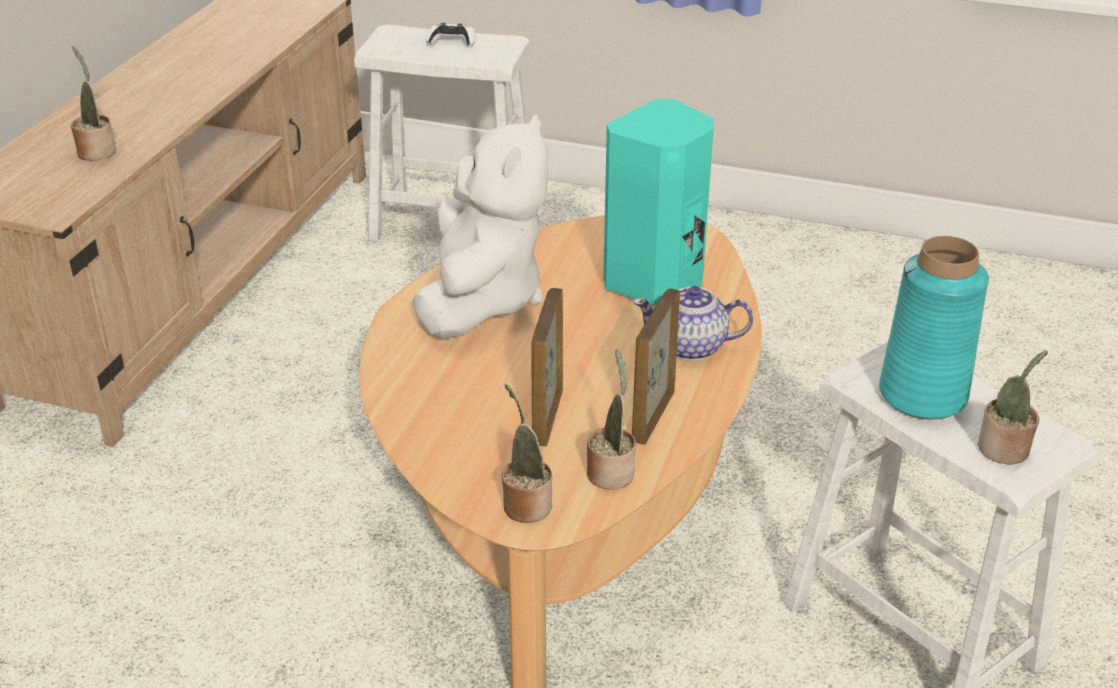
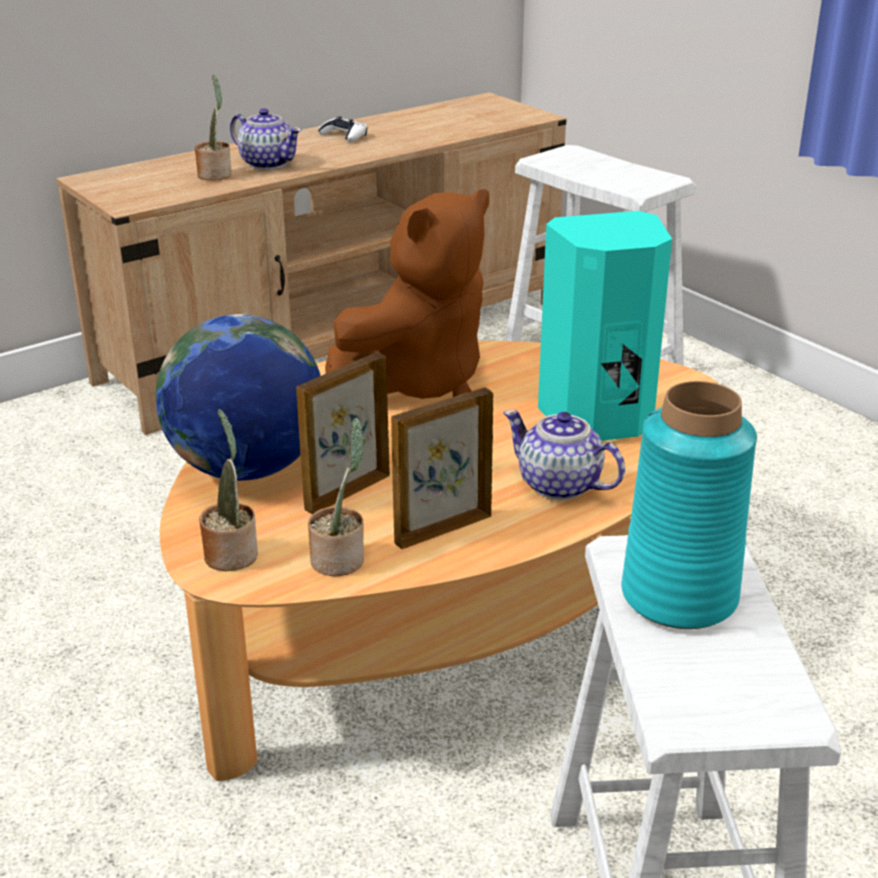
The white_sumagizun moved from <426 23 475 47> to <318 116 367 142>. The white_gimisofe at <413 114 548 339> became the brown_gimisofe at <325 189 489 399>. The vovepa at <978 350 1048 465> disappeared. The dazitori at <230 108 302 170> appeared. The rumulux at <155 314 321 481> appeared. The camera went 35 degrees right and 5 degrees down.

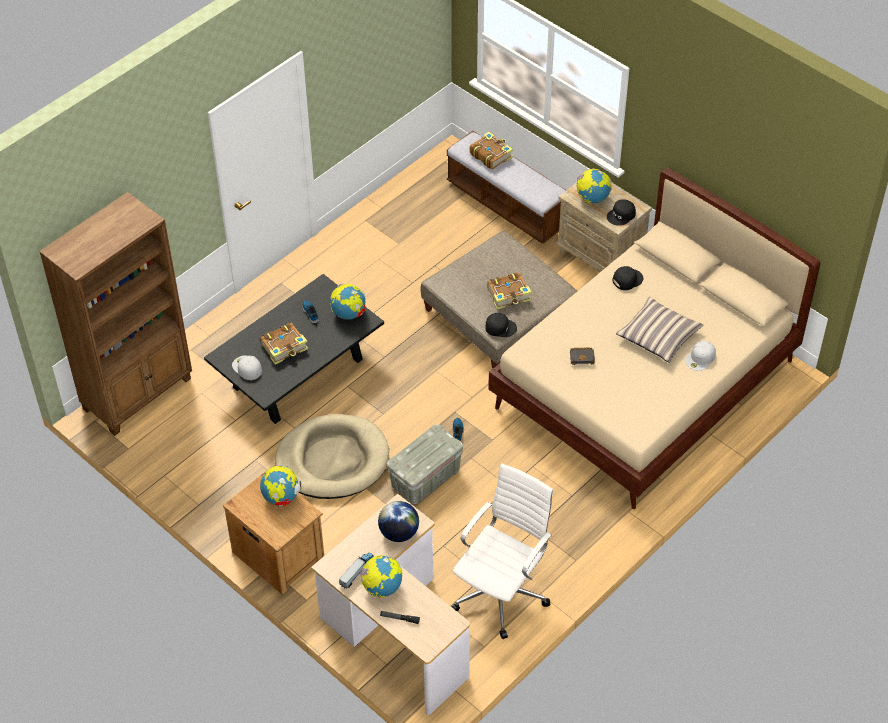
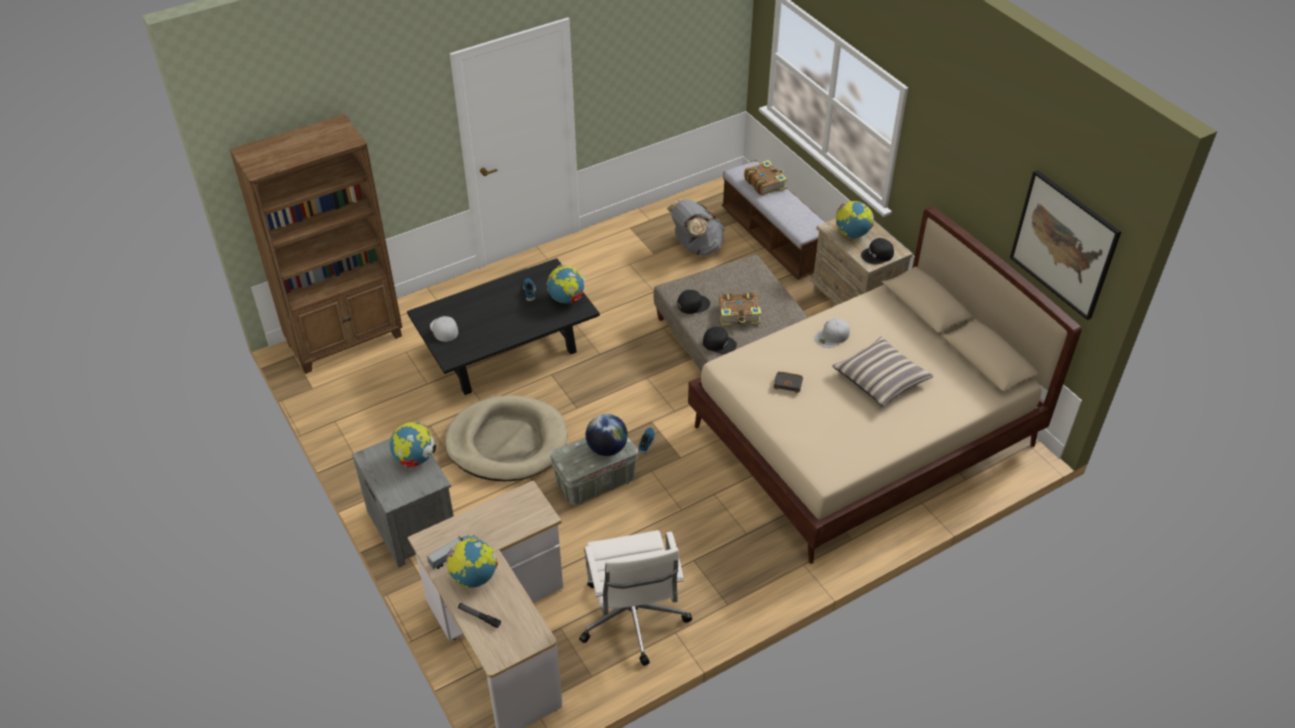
The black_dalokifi moved from <612 266 643 290> to <677 290 710 314>. The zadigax at <260 323 308 365> disappeared. The white_dalokifi moved from <685 341 716 371> to <814 318 850 348>. The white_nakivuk at <451 464 553 639> turned 120 degrees clockwise. The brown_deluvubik at <223 471 324 595> became the grey_deluvubik at <352 438 454 567>. The rumulux moved from <378 501 419 542> to <586 414 628 456>. The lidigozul at <1010 170 1122 320> appeared. The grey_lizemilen at <667 199 725 256> appeared. The camera went 15 degrees right and 5 degrees down.

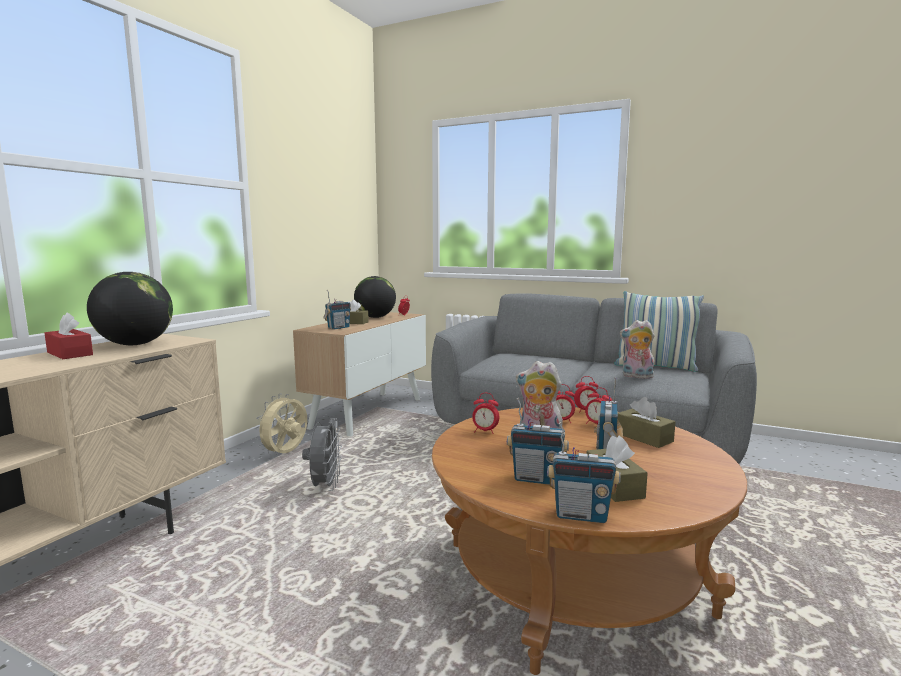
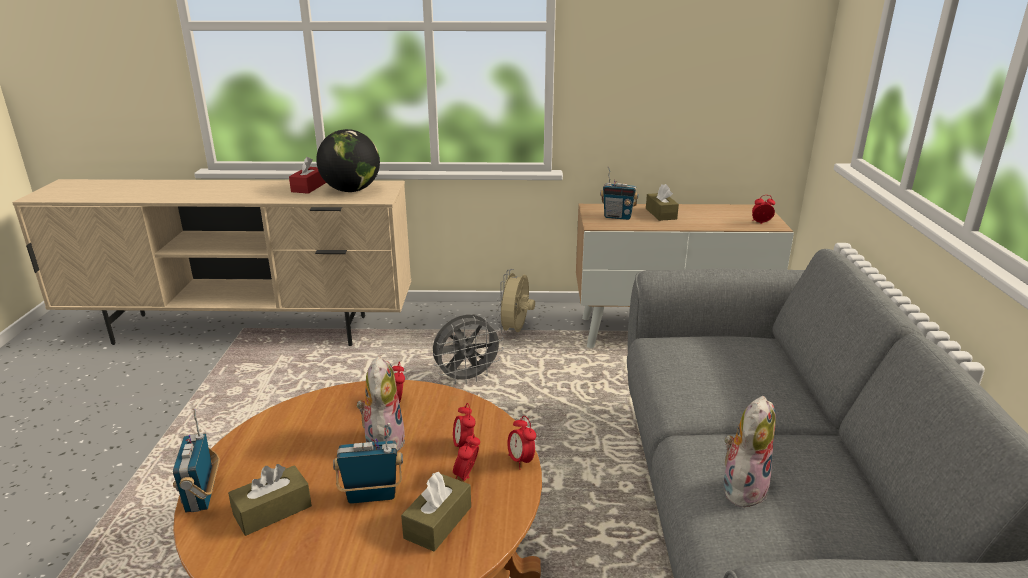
The rumulux at <354 276 396 318> disappeared. The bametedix at <614 291 704 371> disappeared. The gimisofe at <620 320 655 379> turned 45 degrees clockwise. The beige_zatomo at <254 394 307 455> turned 75 degrees counterclockwise. The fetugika at <507 398 569 485> disappeared. The camera went 65 degrees right and 15 degrees up.

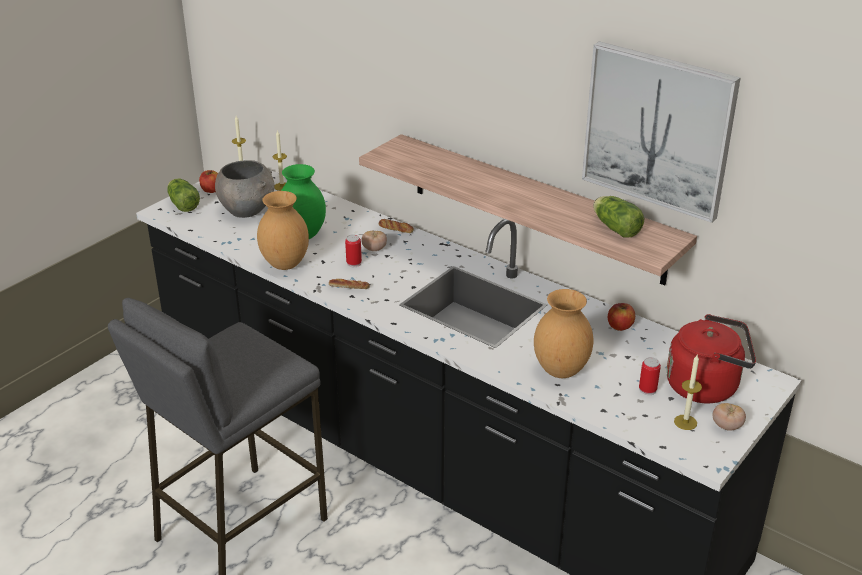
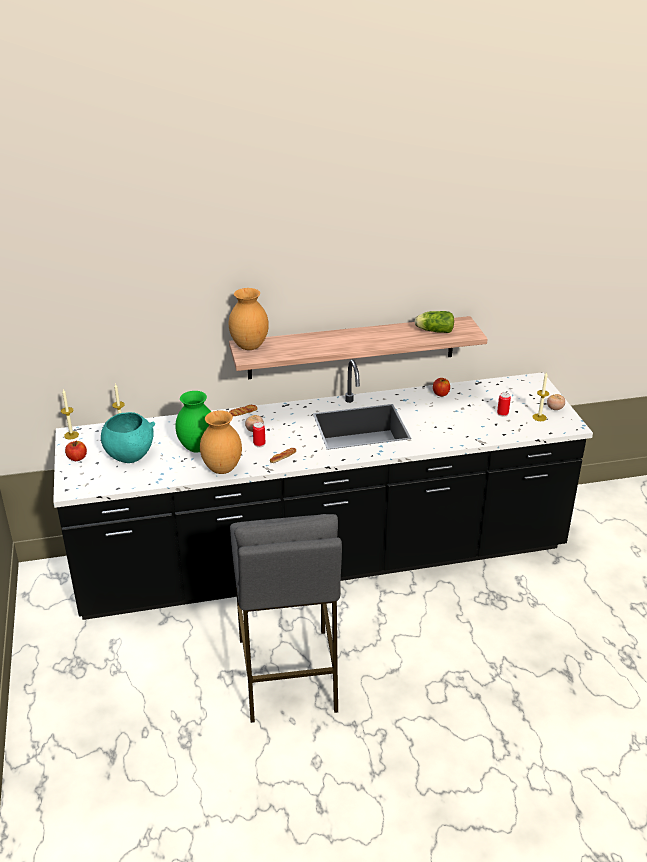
The lidigozul at <582 41 741 223> disappeared. The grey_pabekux at <215 160 275 218> became the turquoise_pabekux at <101 412 155 463>. The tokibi at <167 178 200 212> disappeared. The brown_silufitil moved from <534 289 593 378> to <229 288 269 350>. The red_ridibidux at <666 314 756 404> disappeared. The camera went 50 degrees left and 0 degrees up.

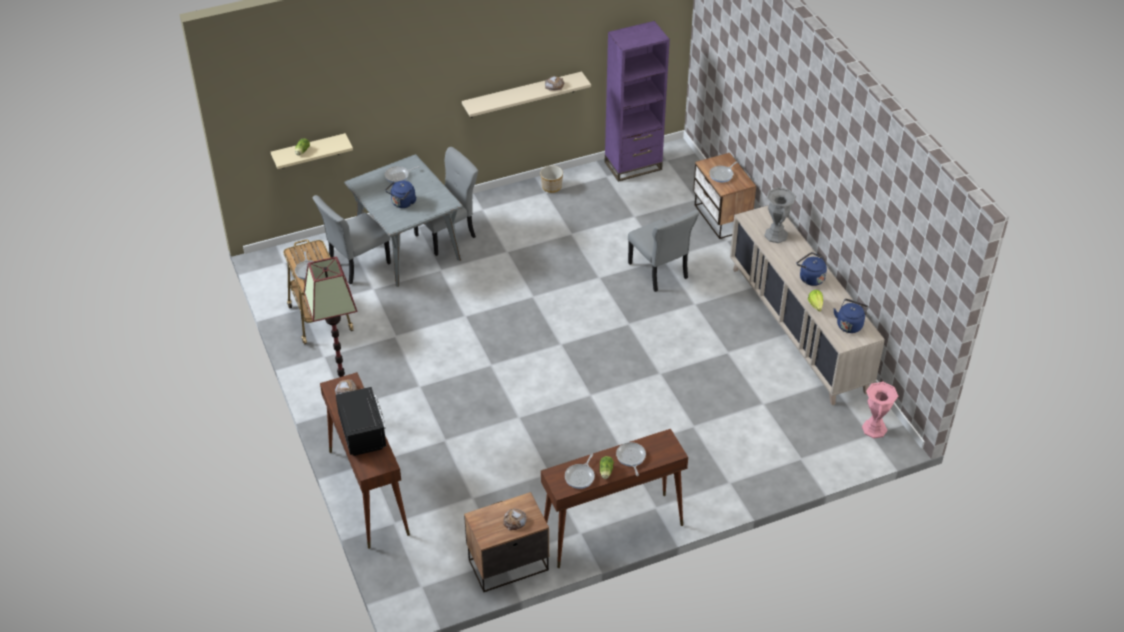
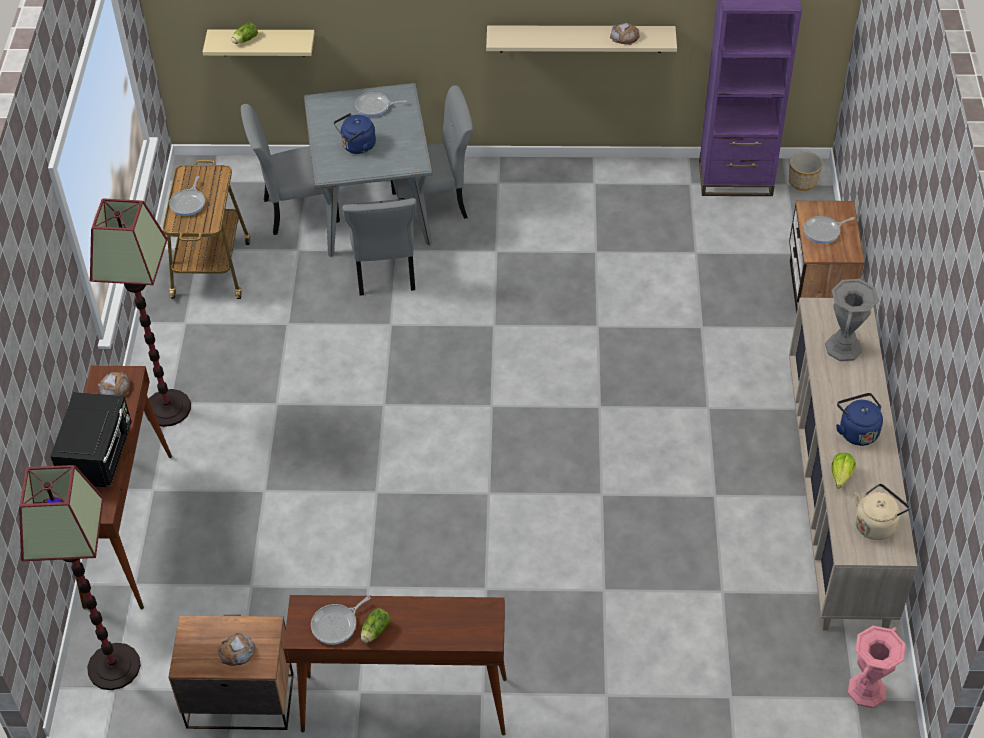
The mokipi moved from <540 166 563 193> to <789 151 823 191>. The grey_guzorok moved from <628 210 699 292> to <342 198 417 296>. The blue_ridibidux at <834 299 869 333> became the beige_ridibidux at <855 483 910 540>. The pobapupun at <616 442 646 476> disappeared. The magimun at <19 465 141 690> appeared. The camera went 25 degrees right and 5 degrees up.

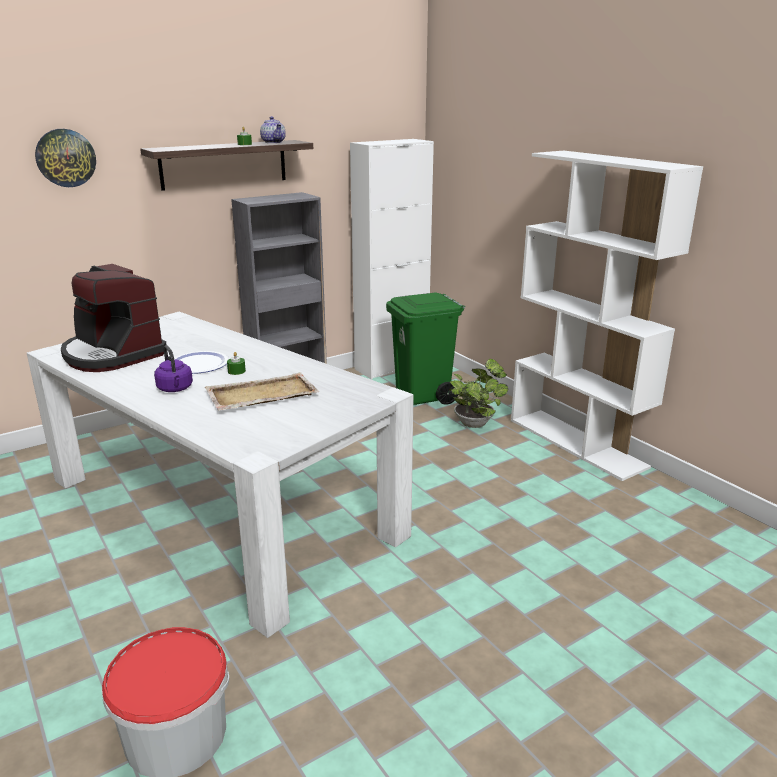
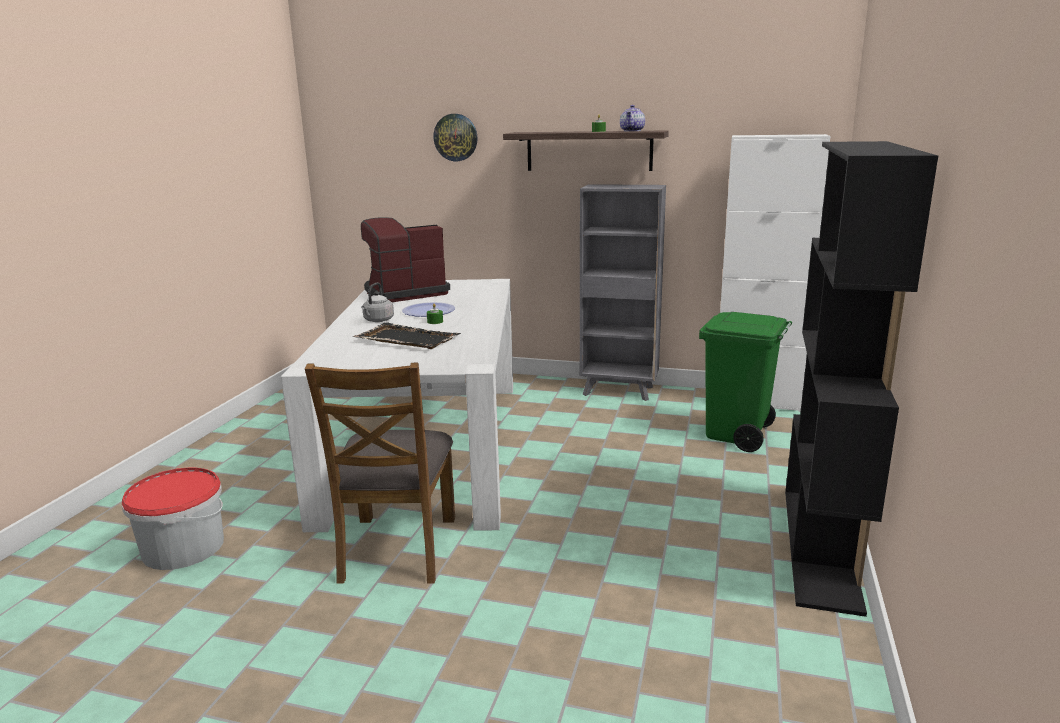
The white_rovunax at <511 151 703 481> became the black_rovunax at <785 141 938 617>. The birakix at <61 264 167 372> turned 60 degrees clockwise. The purple_ridibidux at <154 345 193 392> became the grey_ridibidux at <361 282 394 322>. The vovepa at <449 359 508 428> disappeared. The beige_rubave at <205 372 319 410> became the black_rubave at <353 322 461 349>. The brown_guzorok at <305 363 455 584> appeared. The camera went 50 degrees right and 5 degrees down.

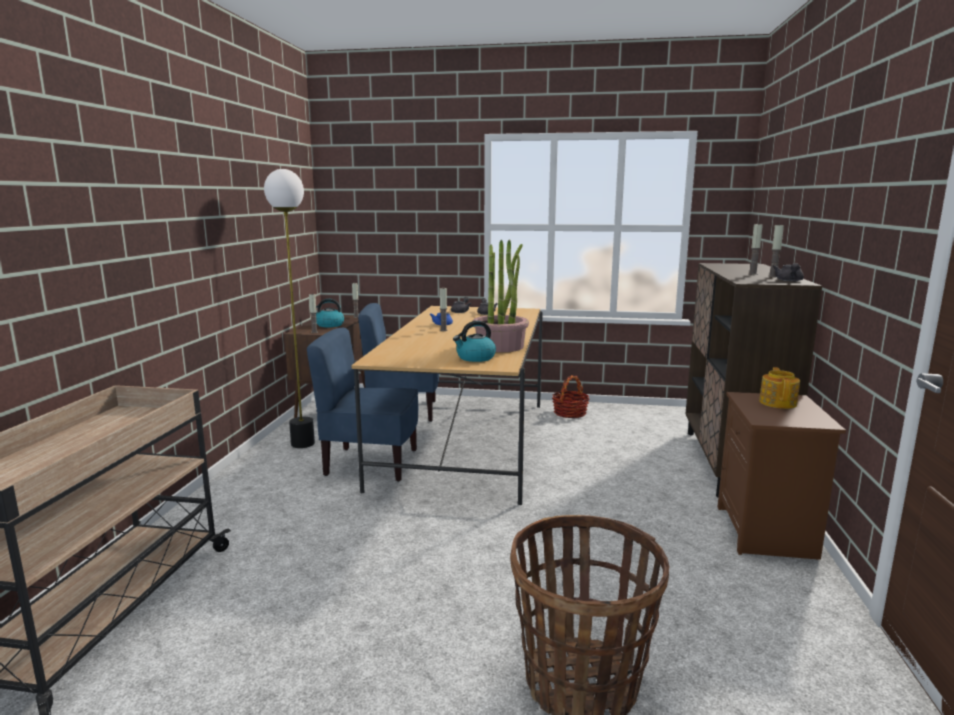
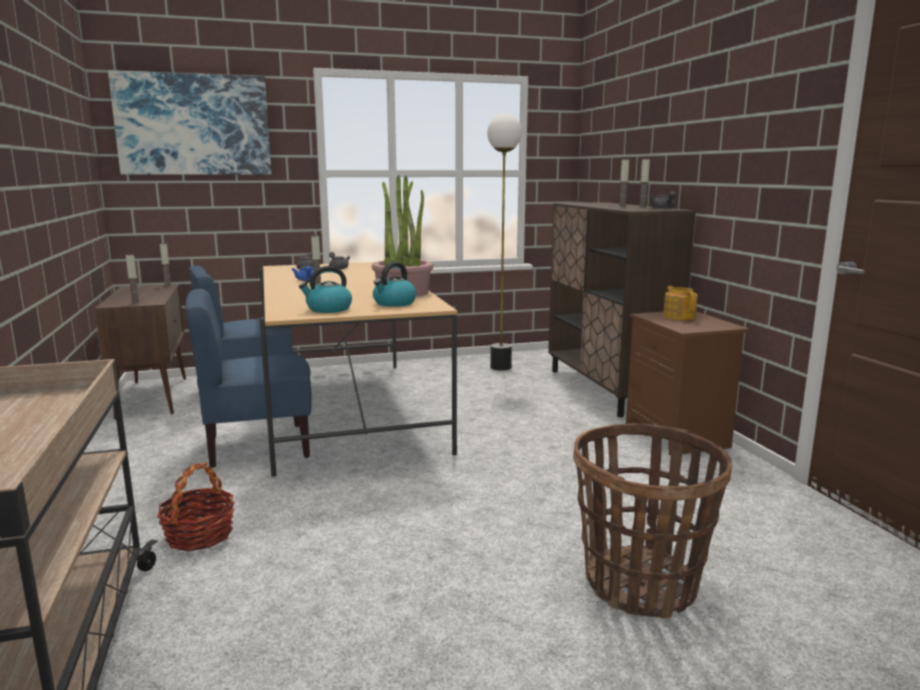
The magimun moved from <264 169 315 448> to <487 113 522 371>. The ridibidux moved from <316 299 344 327> to <299 266 352 313>. The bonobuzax moved from <552 375 589 418> to <157 462 235 551>. The lidigozul at <108 71 271 175> appeared. The camera went 25 degrees left and 0 degrees up.

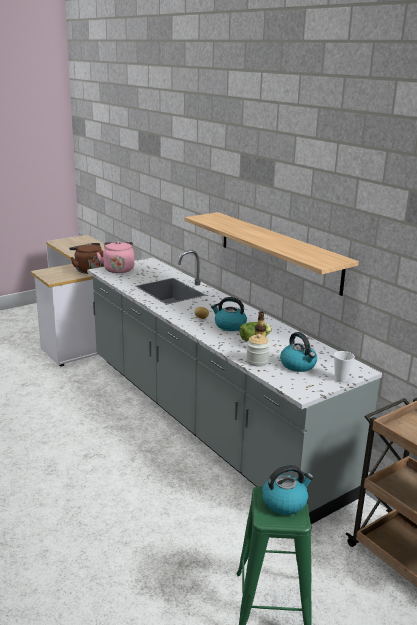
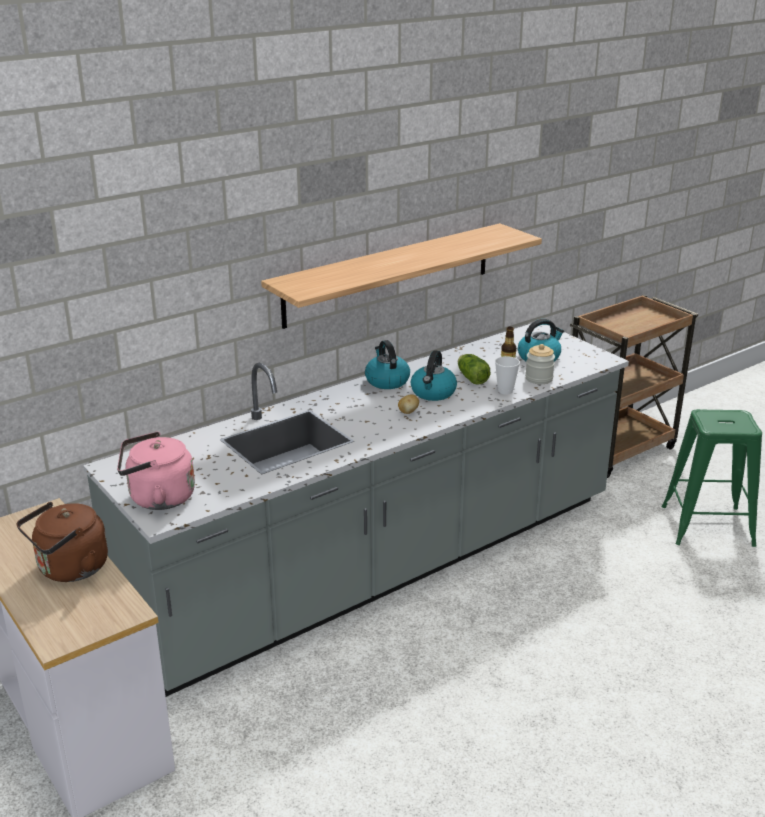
The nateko moved from <334 351 355 383> to <495 356 520 395>. The ridibidux moved from <262 465 314 515> to <365 340 410 389>. The camera went 90 degrees left and 5 degrees up.

